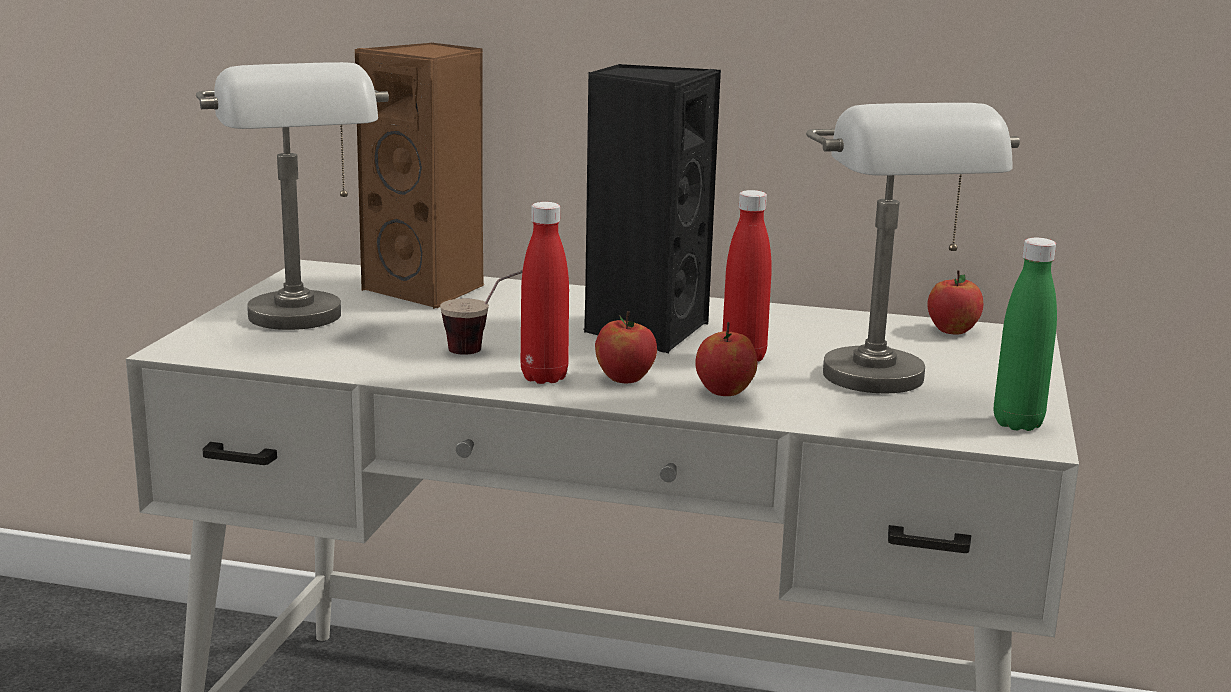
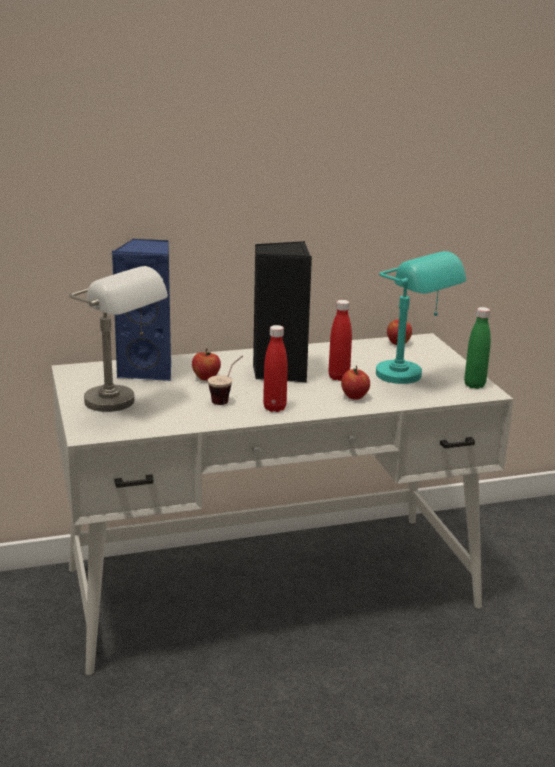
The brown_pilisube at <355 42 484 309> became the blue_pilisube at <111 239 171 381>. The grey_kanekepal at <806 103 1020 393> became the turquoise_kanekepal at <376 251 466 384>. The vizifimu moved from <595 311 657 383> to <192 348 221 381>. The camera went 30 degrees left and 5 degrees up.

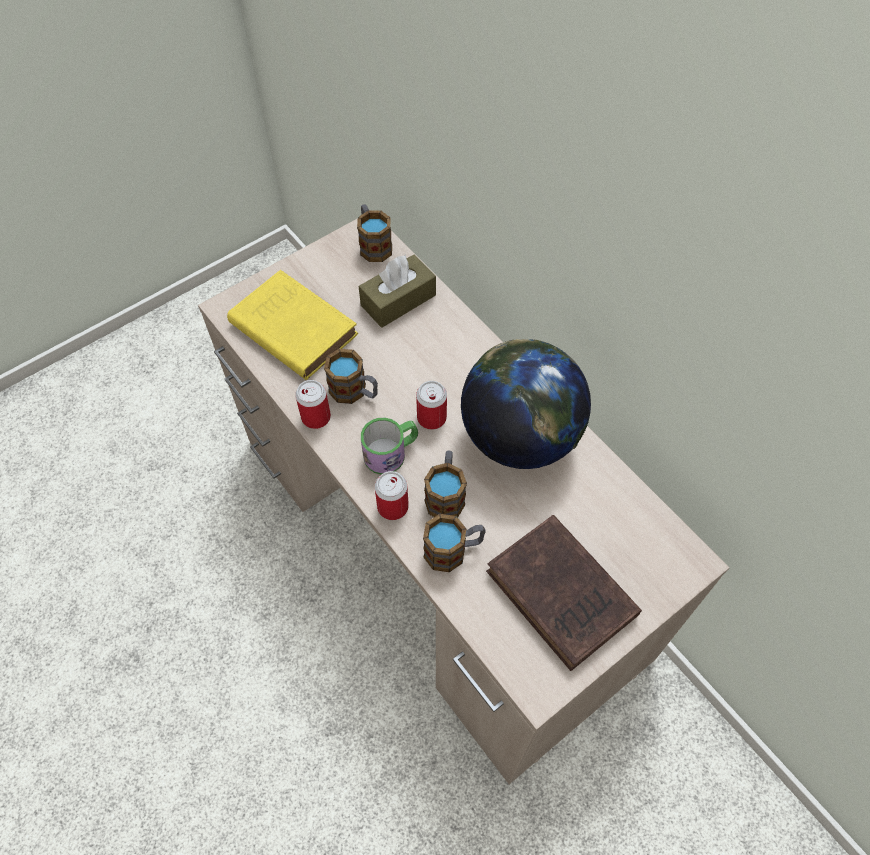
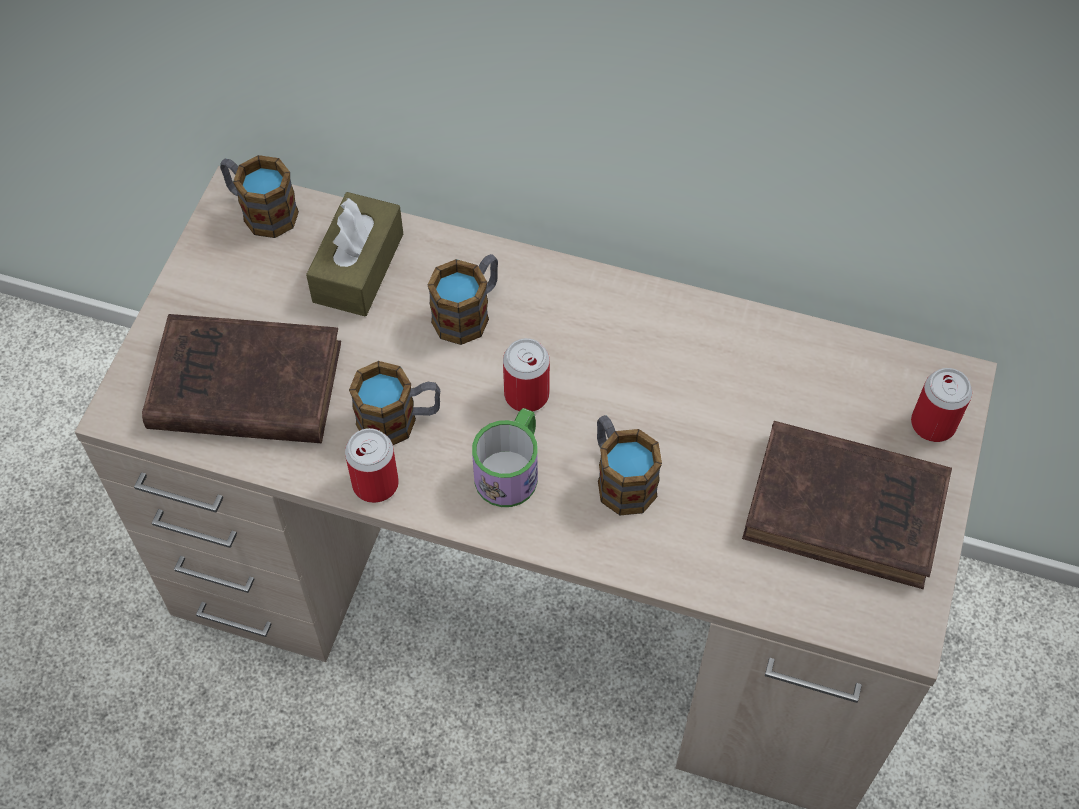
The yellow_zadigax at <227 270 358 380> became the brown_zadigax at <142 314 341 444>. The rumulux at <461 339 591 469> disappeared. The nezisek moved from <375 471 409 520> to <911 368 972 442>. The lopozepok moved from <423 514 486 572> to <428 254 498 345>. The camera went 35 degrees left and 0 degrees up.

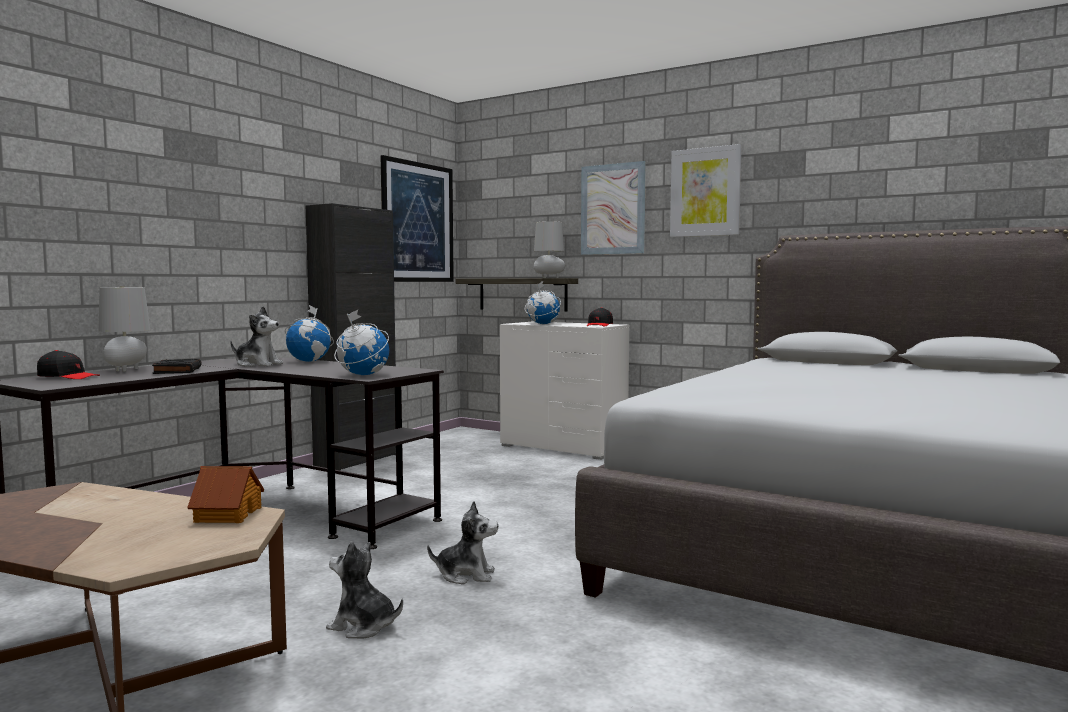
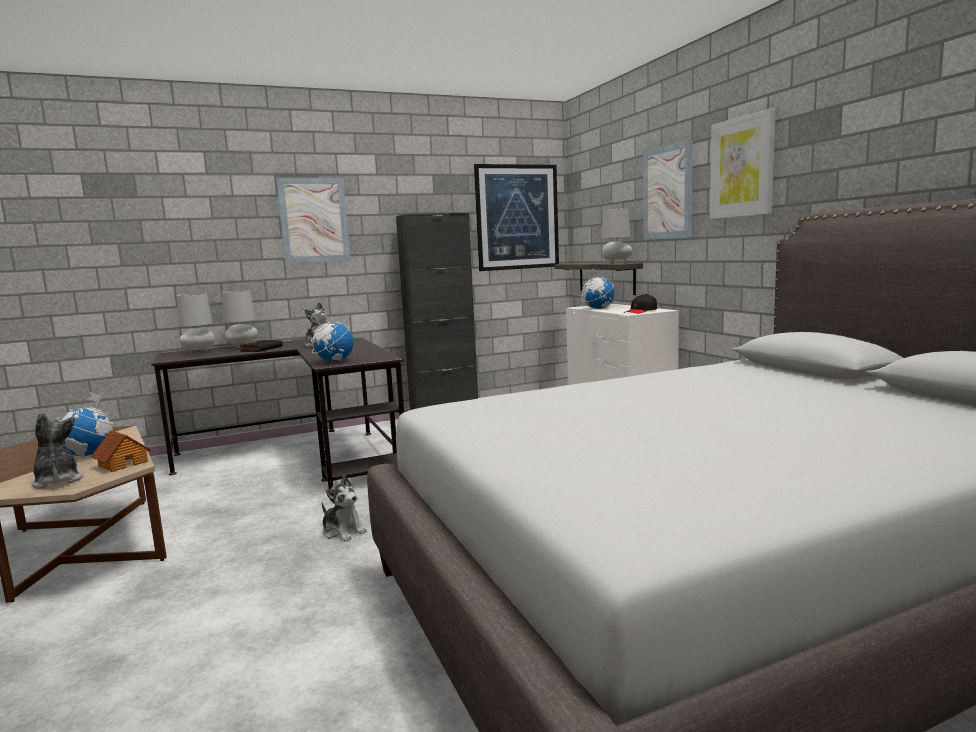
The rumulux moved from <285 305 334 362> to <57 392 113 457>. The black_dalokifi at <37 350 100 379> was replaced by the grey_kanekepal at <177 293 215 353>. The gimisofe moved from <326 541 403 638> to <30 412 84 489>. The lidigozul at <276 178 351 264> appeared. The camera went 35 degrees right and 5 degrees up.

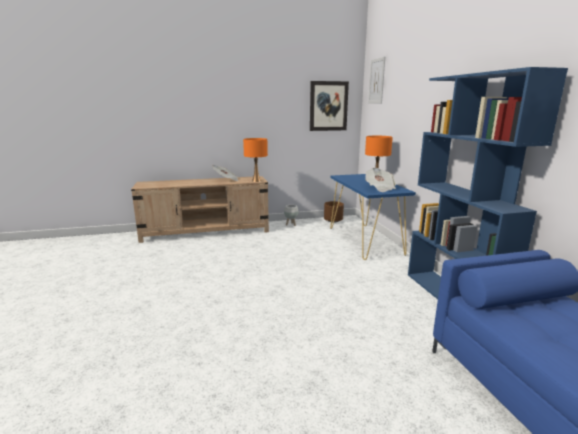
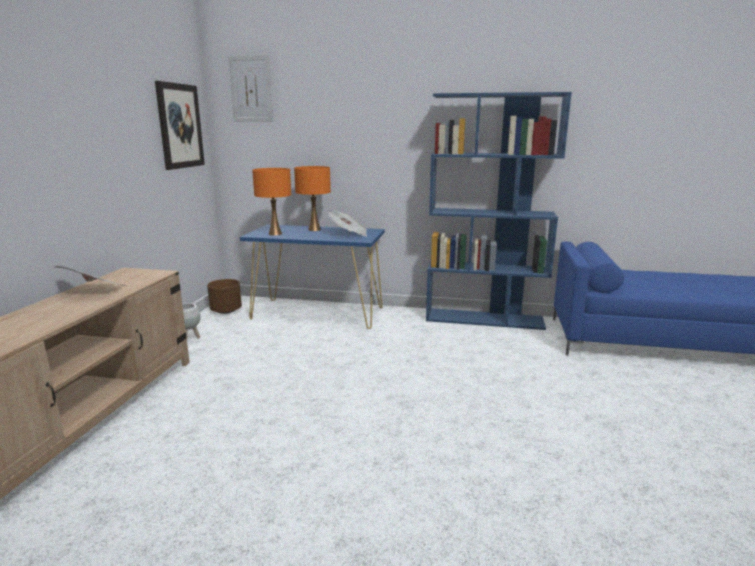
The orange_kanekepal moved from <243 138 268 182> to <252 168 291 236>. The camera went 65 degrees left and 0 degrees up.

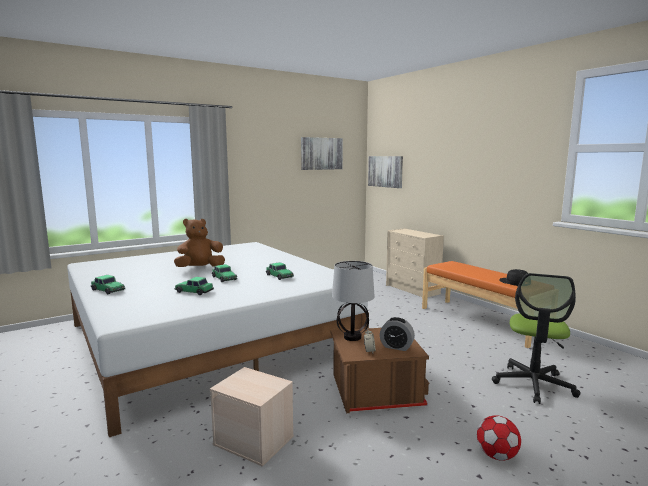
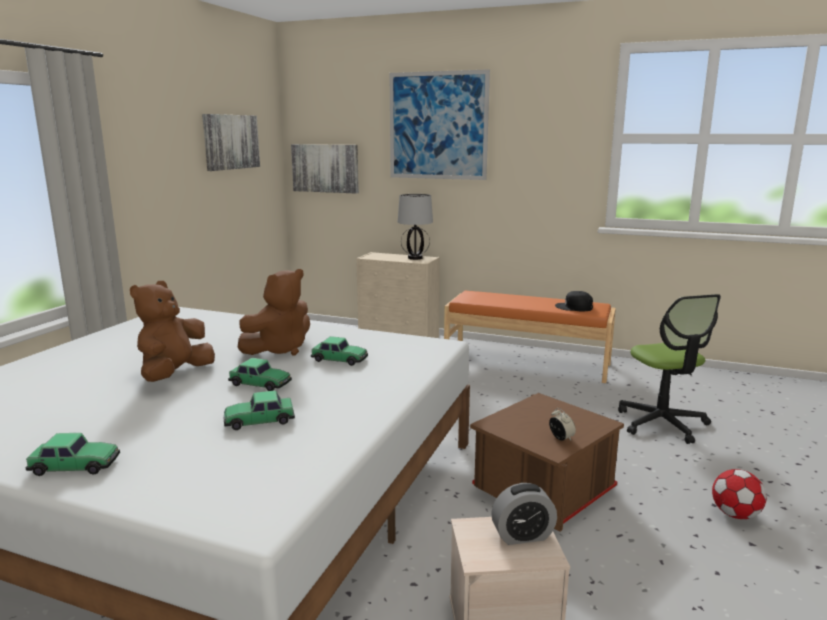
The kanekepal moved from <332 261 375 341> to <398 194 433 260>. The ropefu moved from <380 317 415 351> to <491 483 557 545>. The lidigozul at <389 69 490 180> appeared. The brown_gimisofe at <238 269 310 355> appeared. The camera went 35 degrees left and 5 degrees up.

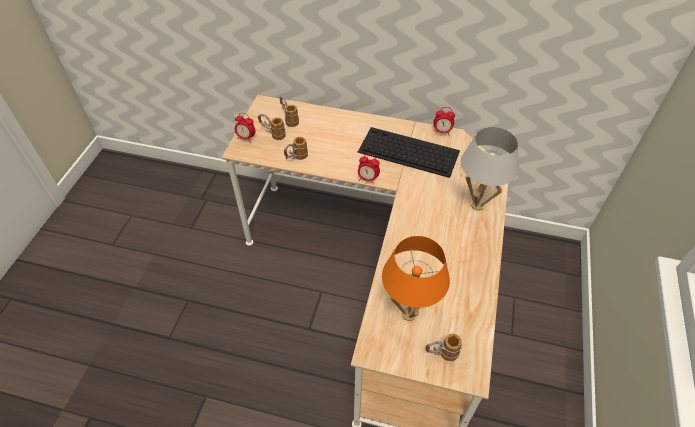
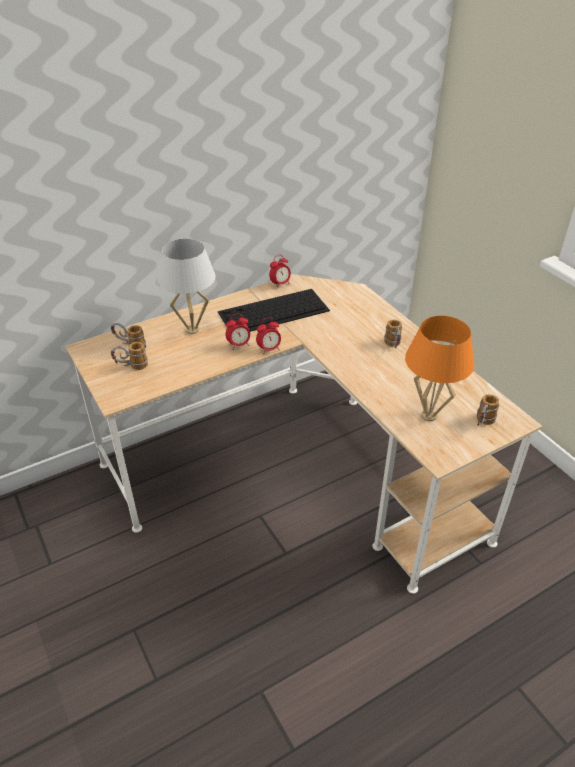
The ropefu moved from <235 113 255 143> to <226 314 250 350>. The white_kanekepal moved from <461 127 519 211> to <157 239 216 334>. The lopozepok moved from <284 137 308 160> to <384 319 402 348>. The camera went 45 degrees left and 10 degrees down.

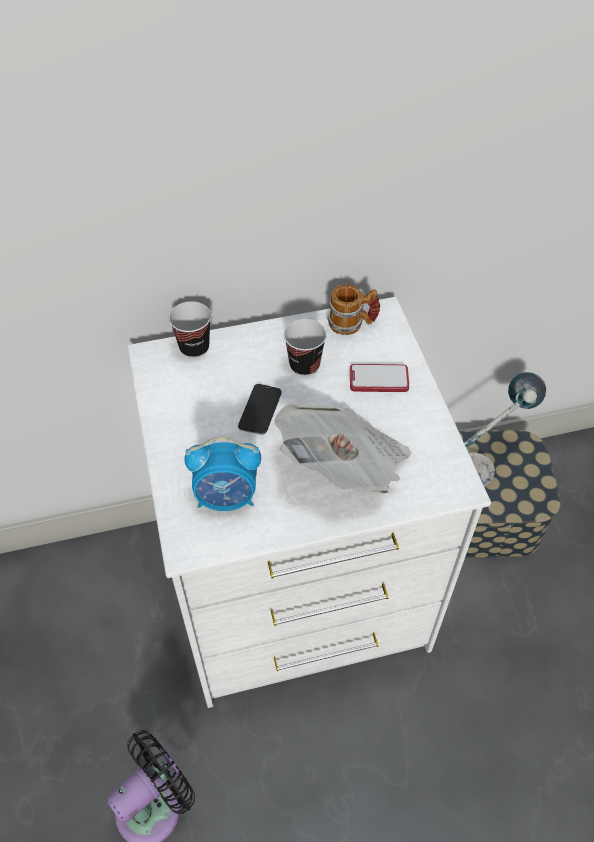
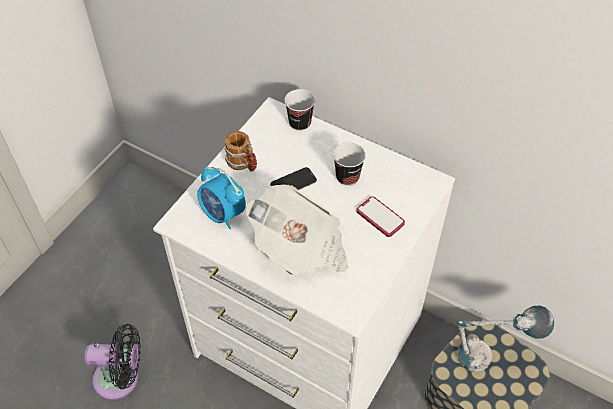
The lopozepok moved from <327 284 380 335> to <224 131 257 172>. The camera went 45 degrees right and 0 degrees up.

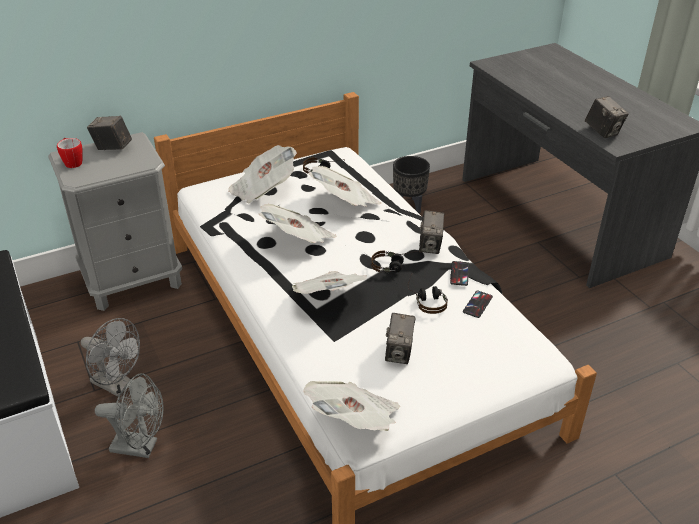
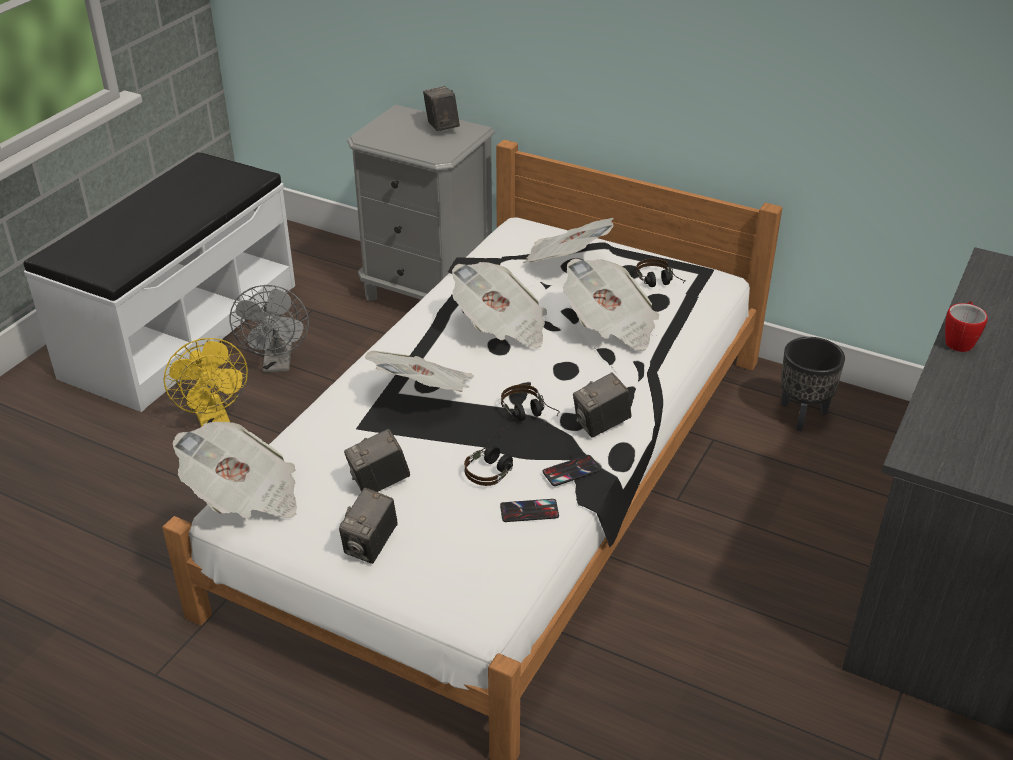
The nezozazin moved from <585 96 629 138> to <339 488 398 564>. The lopozepok moved from <57 138 83 168> to <945 301 988 352>. The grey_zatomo at <95 373 163 458> became the yellow_zatomo at <164 338 248 427>. The camera went 55 degrees right and 0 degrees up.

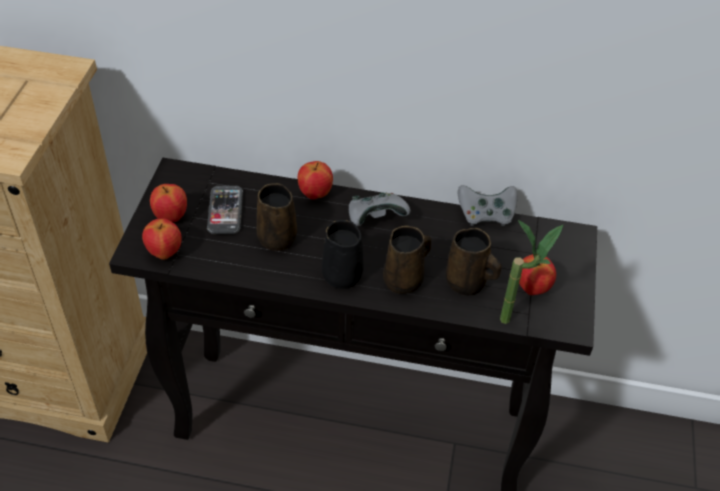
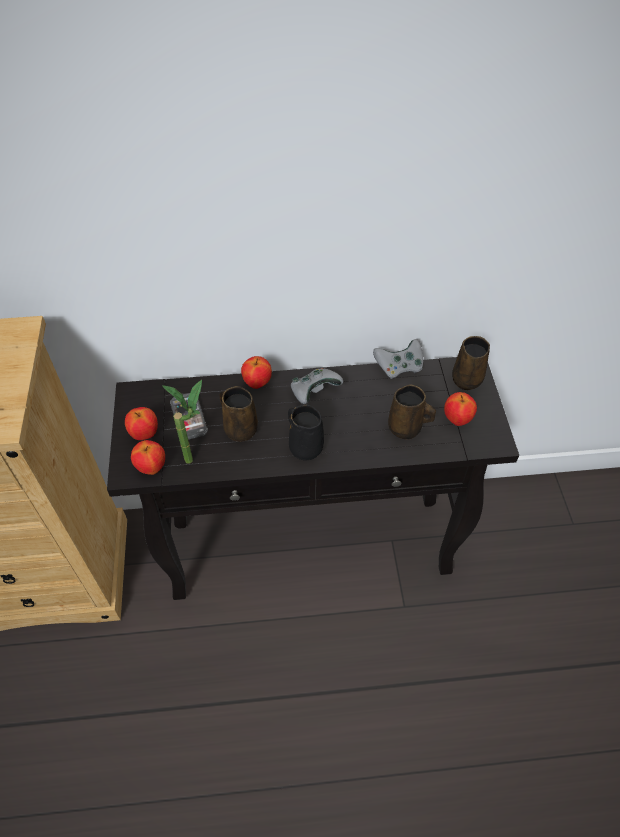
The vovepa moved from <500 220 563 324> to <162 380 202 463>. The brown_lopozepok moved from <383 226 431 294> to <452 336 490 390>. The camera went 15 degrees left and 5 degrees up.

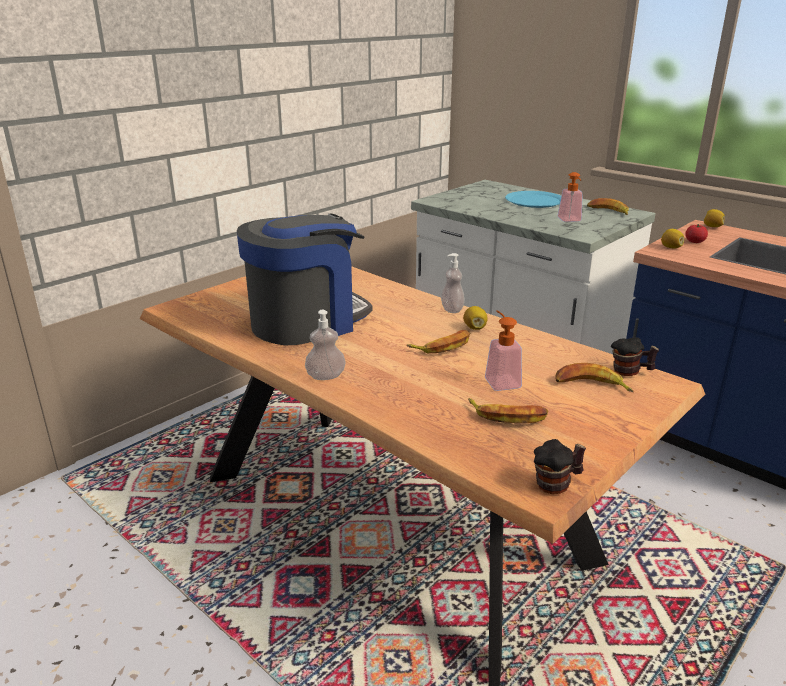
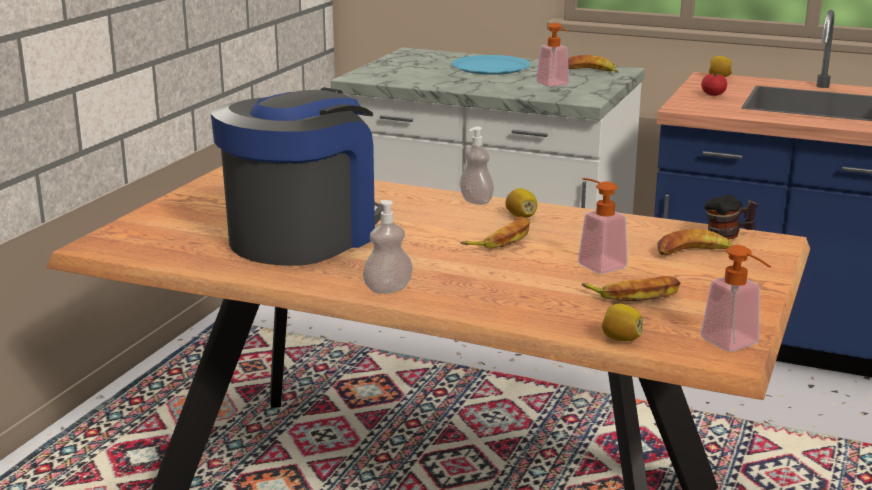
The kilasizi moved from <661 229 684 249> to <602 304 643 341>. The lopozepok at <534 439 586 494> was replaced by the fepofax at <701 245 771 351>. The camera went 20 degrees left and 5 degrees down.

